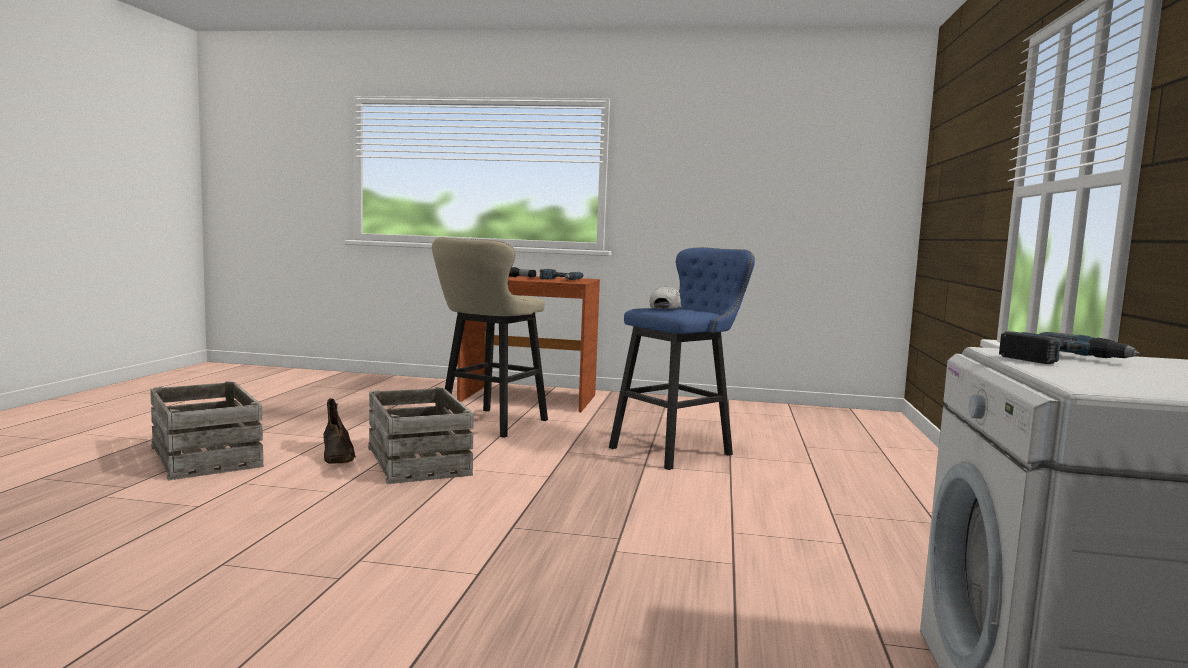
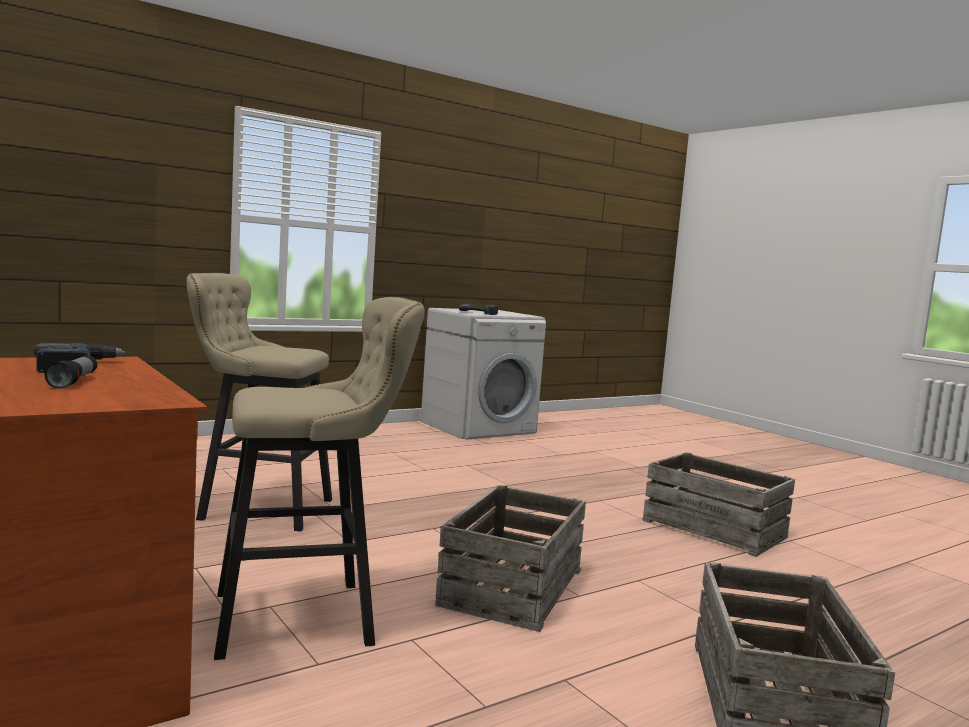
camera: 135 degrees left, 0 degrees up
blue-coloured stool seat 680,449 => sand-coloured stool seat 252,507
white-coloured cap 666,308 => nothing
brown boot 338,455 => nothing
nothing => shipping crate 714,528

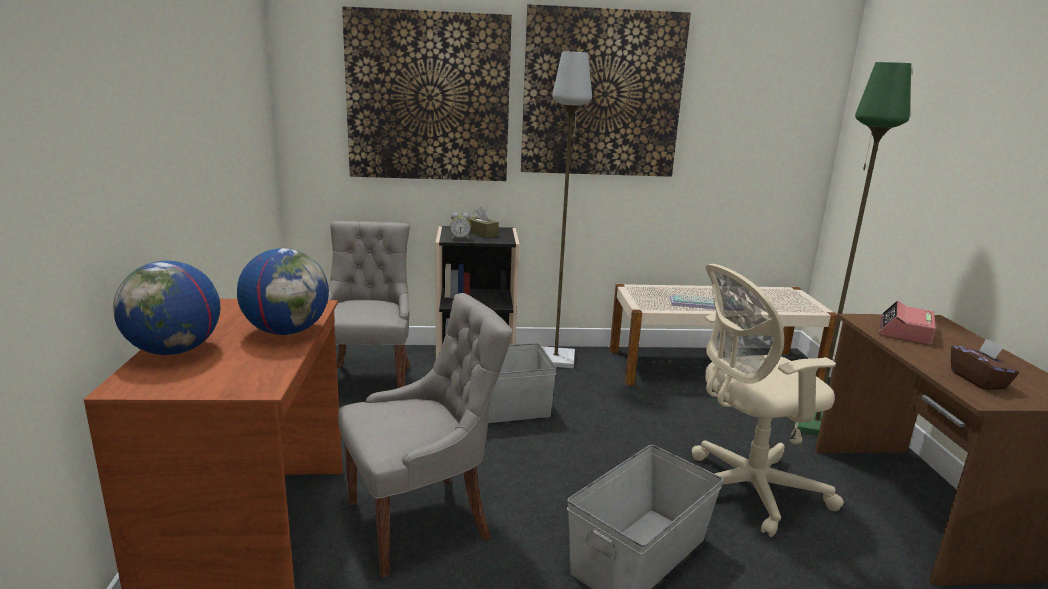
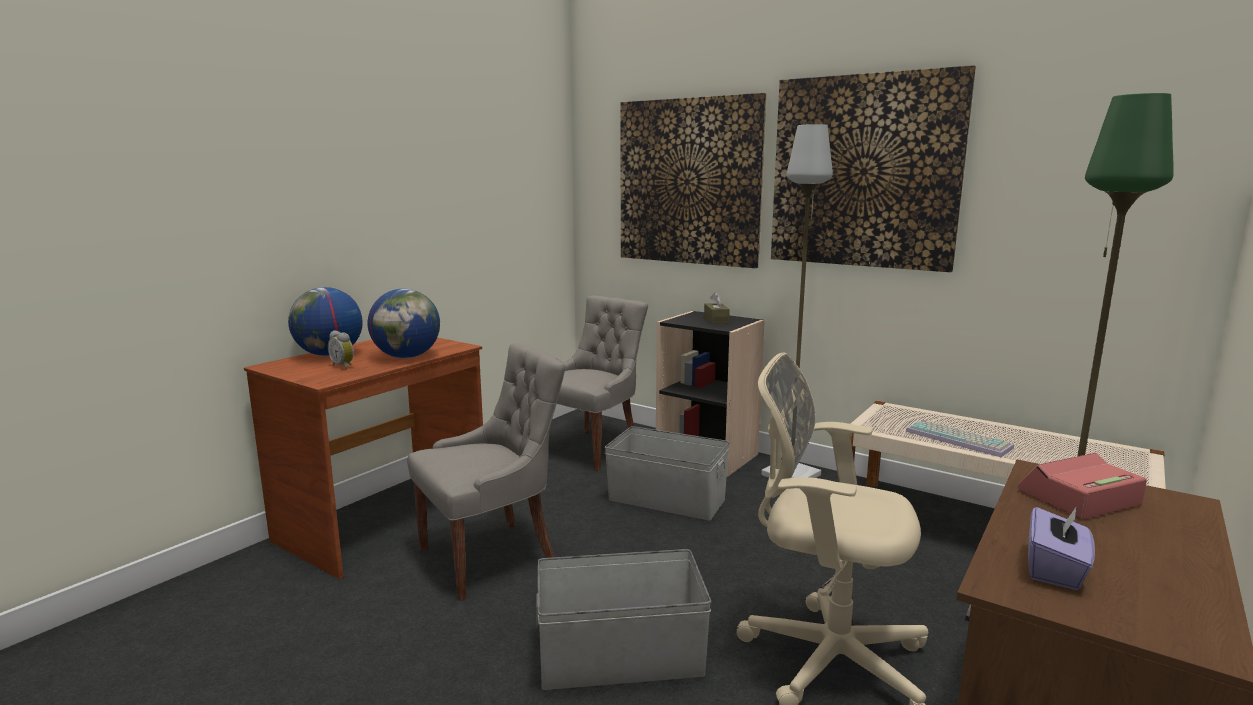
camera: 40 degrees right, 5 degrees down
bedside clock 460,238 => bedside clock 344,366, relocated
gray chair 422,520 => gray chair 492,556, 45 degrees counterclockwise
brown tissue box 978,380 => purple tissue box 1055,570

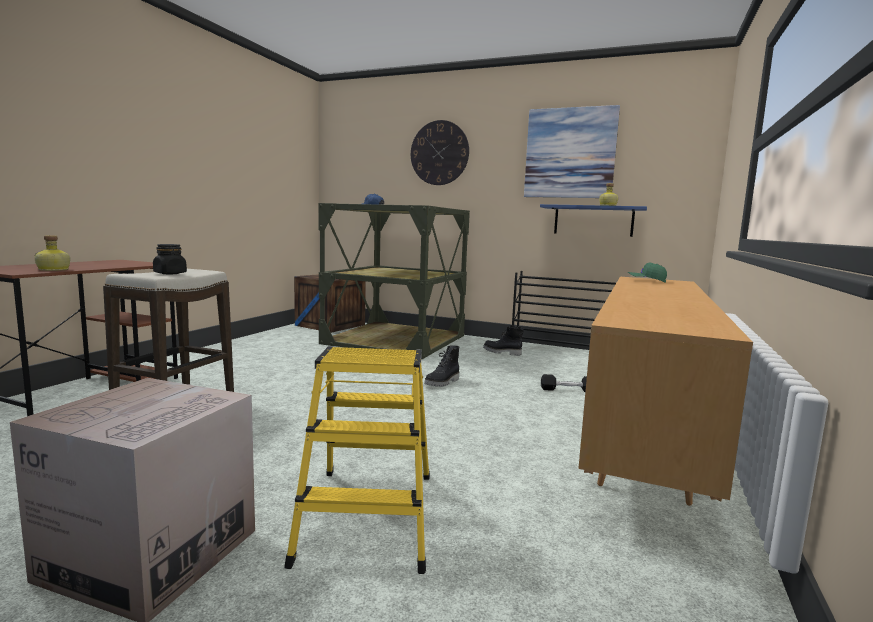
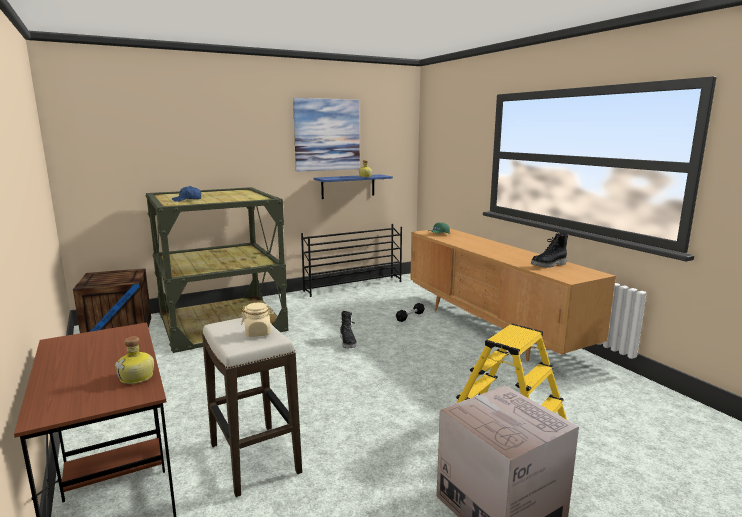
camera: 50 degrees left, 5 degrees up
clock on the wall 439,153 => nothing
black-coloured storage jar 170,273 => sand-coloured storage jar 258,333
black-coloured boot 501,352 => black-coloured boot 549,265, relocated

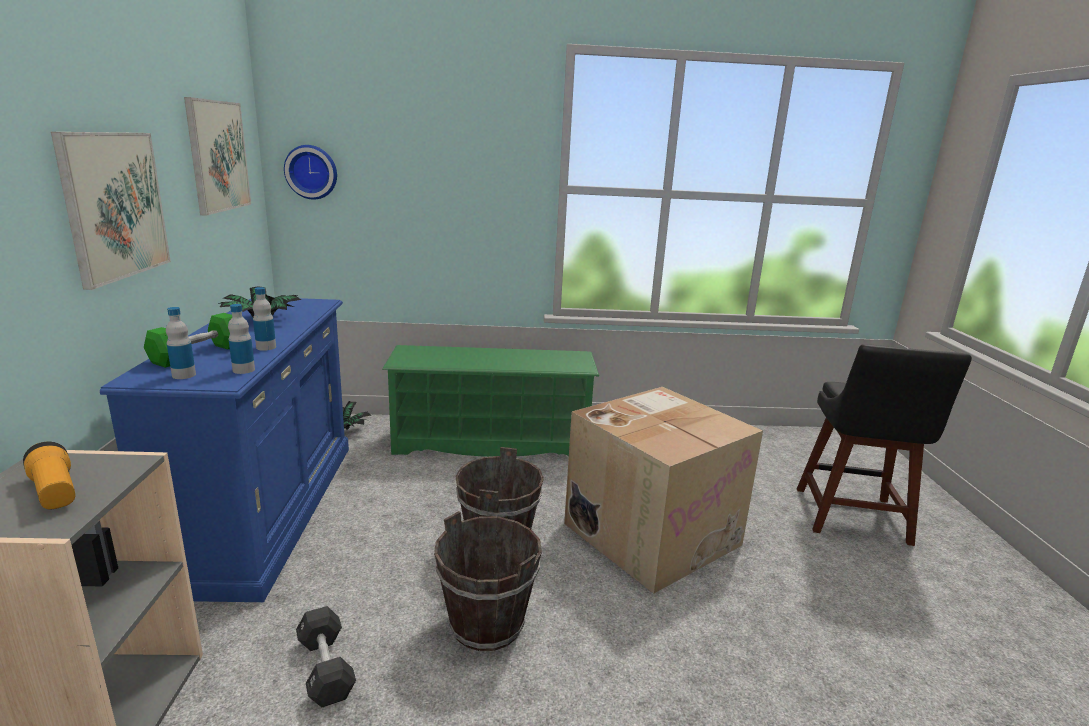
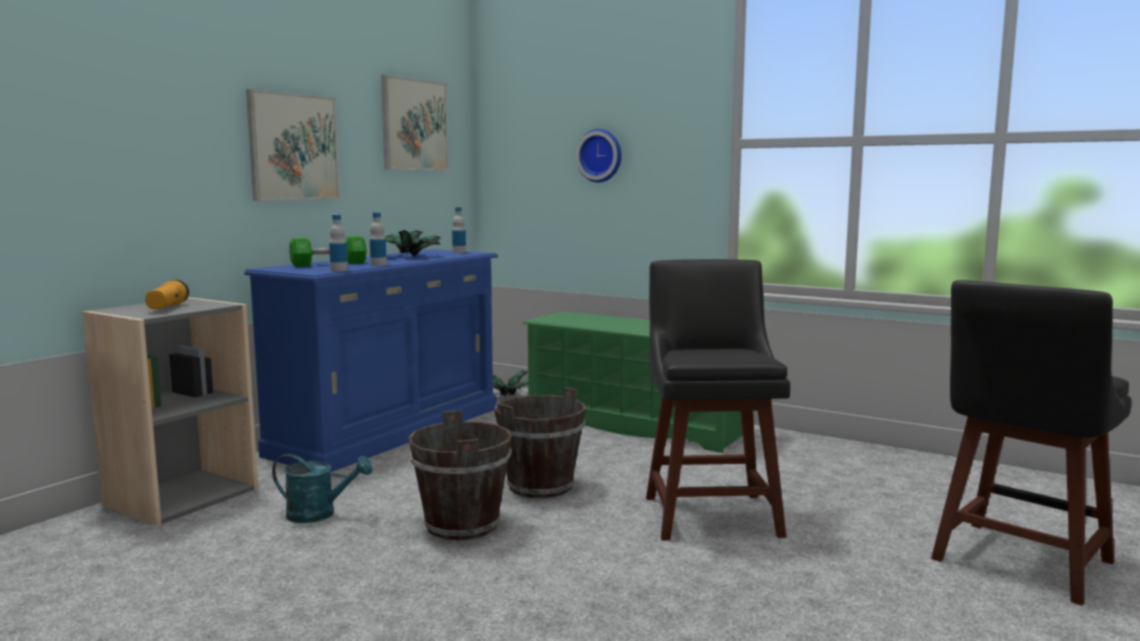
camera: 35 degrees right, 10 degrees down
clock on the wall 312,172 => clock on the wall 600,155, relocated
drink bottle 184,375 => drink bottle 459,252, relocated
carton 651,532 => black-coloured chair 710,513
black-coloured hand weight 326,668 => turquoise-coloured watering pot 319,514

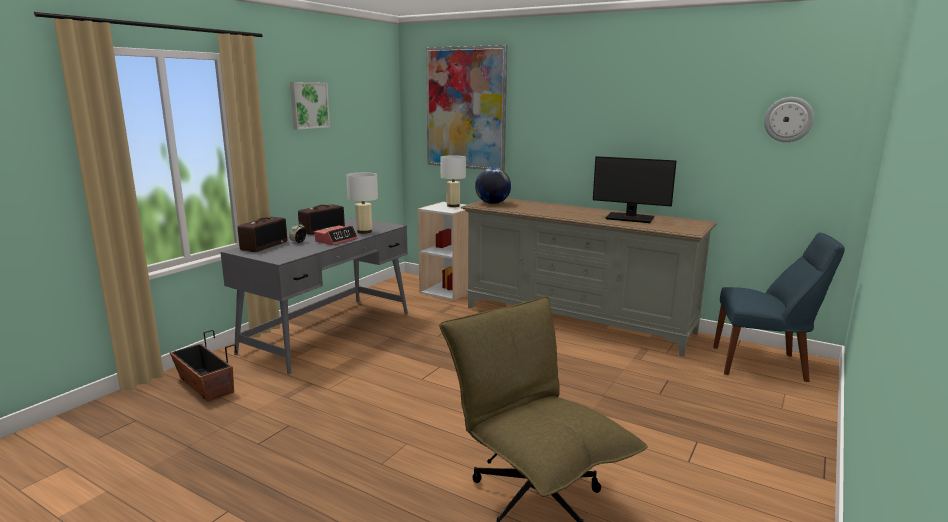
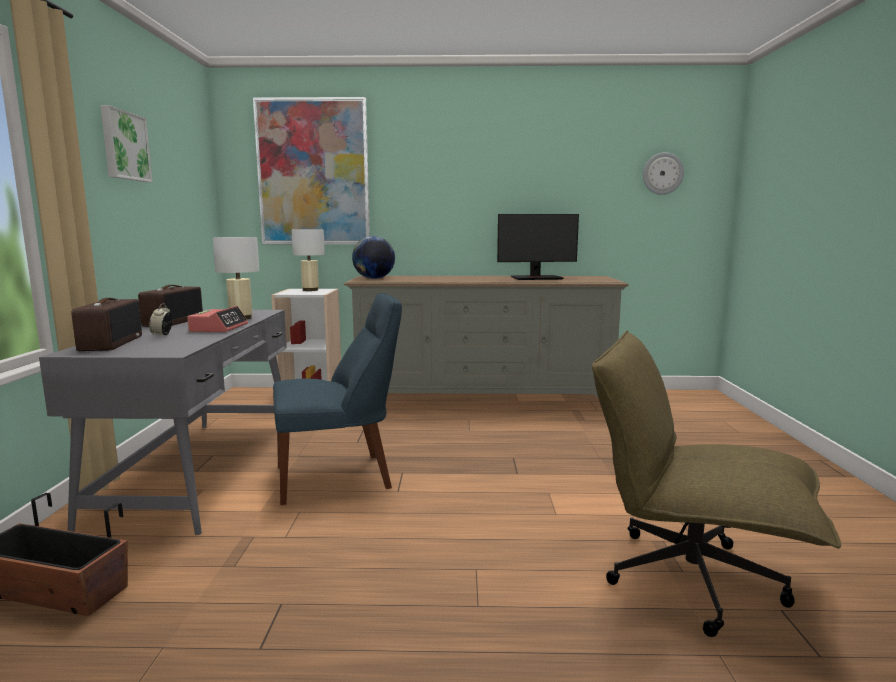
camera: 30 degrees left, 5 degrees down
blue-coloured chair 763,364 => blue-coloured chair 339,477, relocated

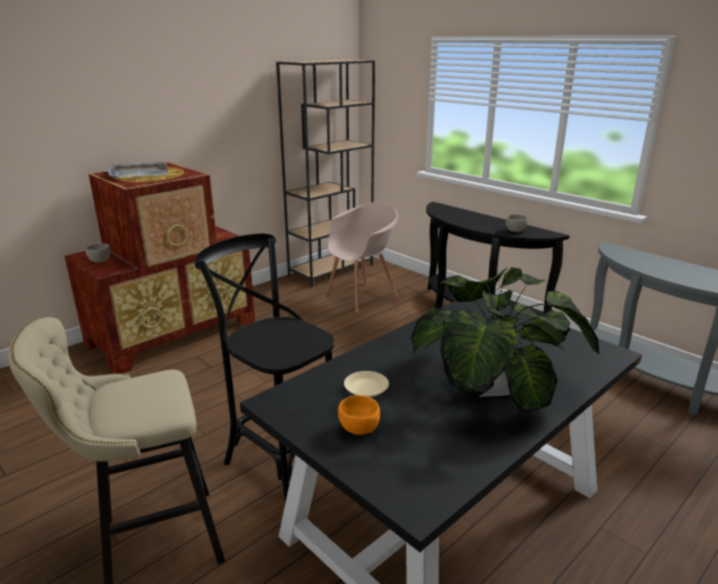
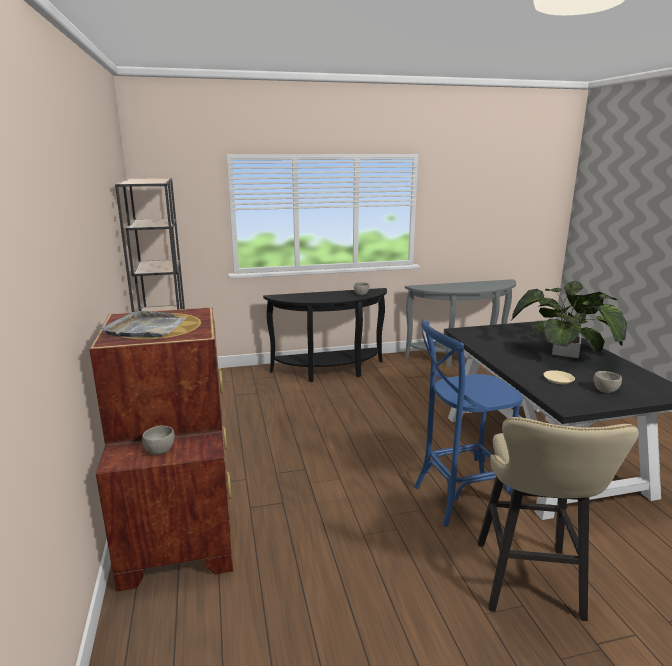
camera: 60 degrees left, 5 degrees down
sand-coloured chair 362,297 => nothing
black-coloured stool seat 281,462 => blue-coloured stool seat 459,498
orange serving bowl 359,429 => gray serving bowl 606,390

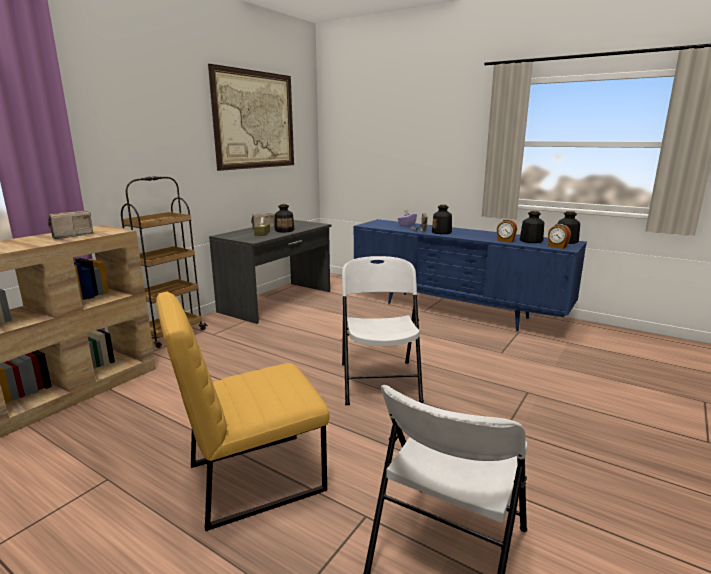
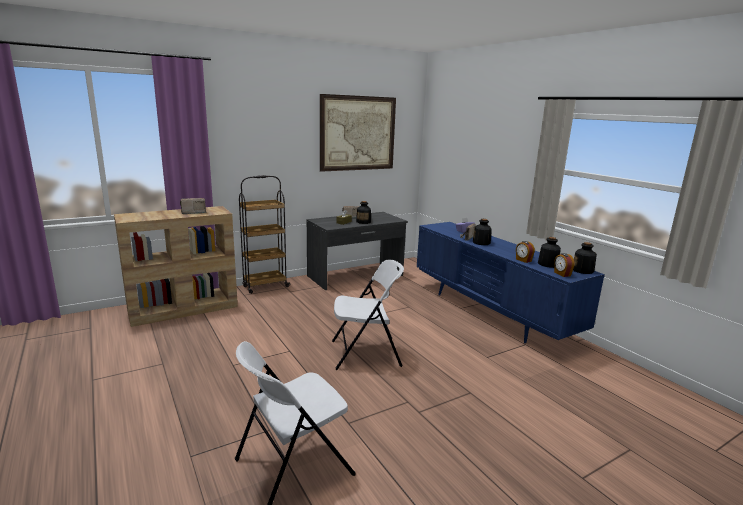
camera: 25 degrees right, 0 degrees up
white-coloured chair 380,382 => white-coloured chair 365,353, 60 degrees clockwise
yellow-coloured chair 251,478 => nothing

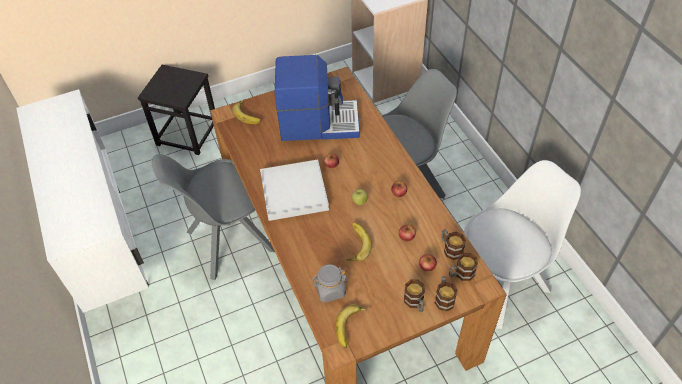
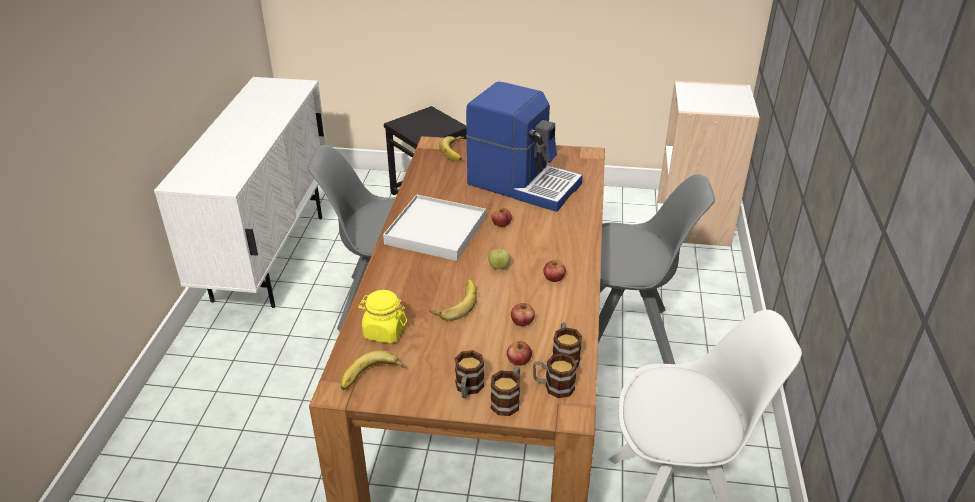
camera: 30 degrees right, 15 degrees down
gray storage jar 330,290 => yellow-coloured storage jar 384,331

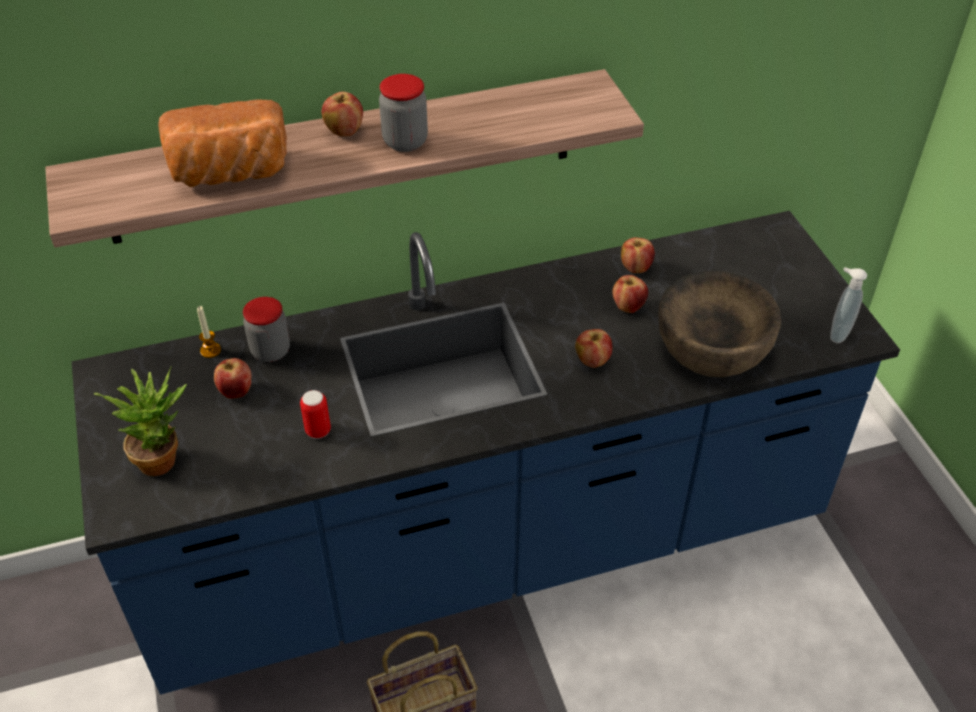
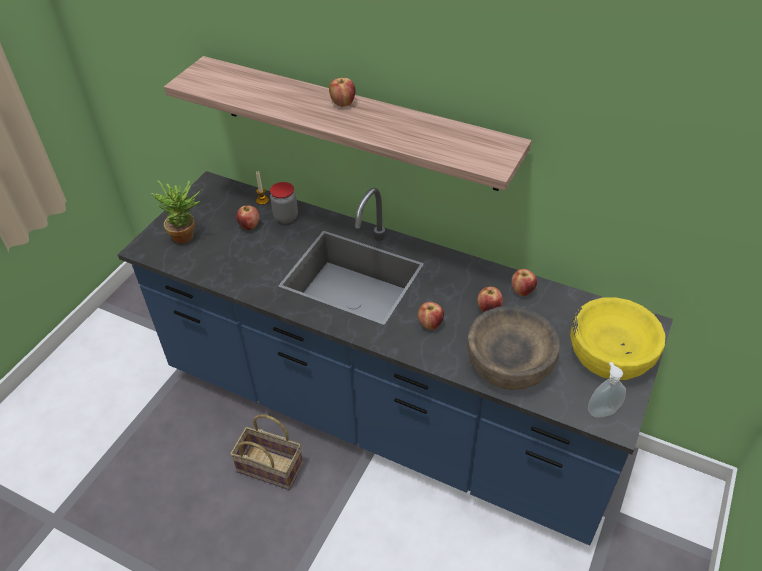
camera: 45 degrees right, 0 degrees up
storage jar 405,142 => nothing
baked bread 229,174 => nothing
sealed can 318,430 => nothing
nothing => yellow-coloured serving bowl 610,354

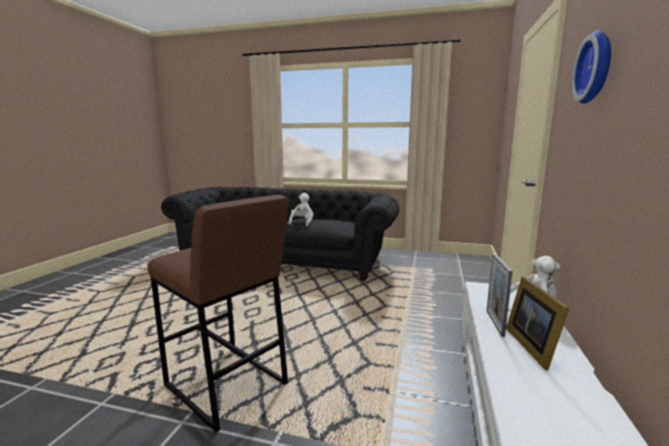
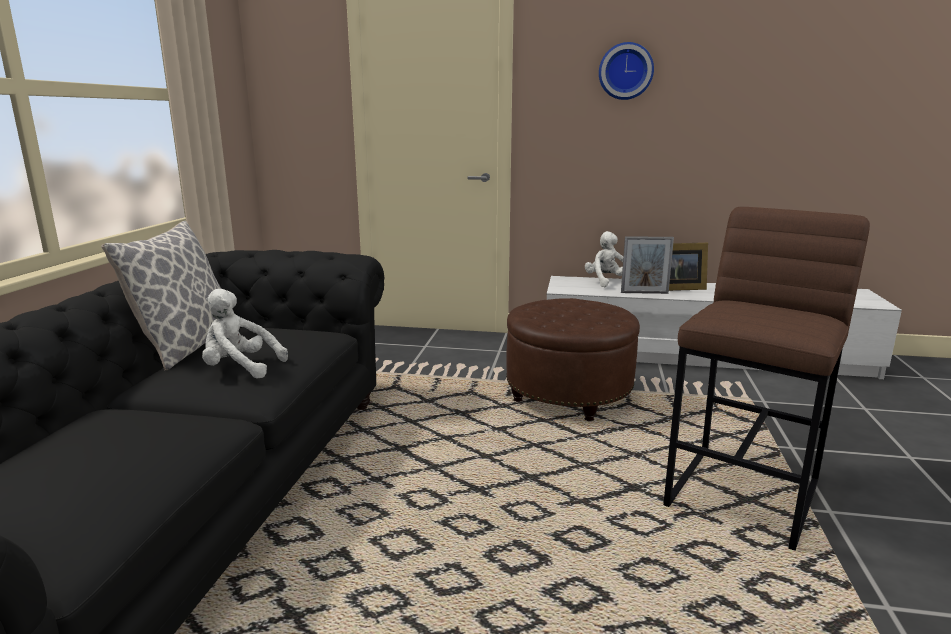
camera: 95 degrees left, 5 degrees up
nothing => cushion 187,346
nothing => brown footrest 568,396

